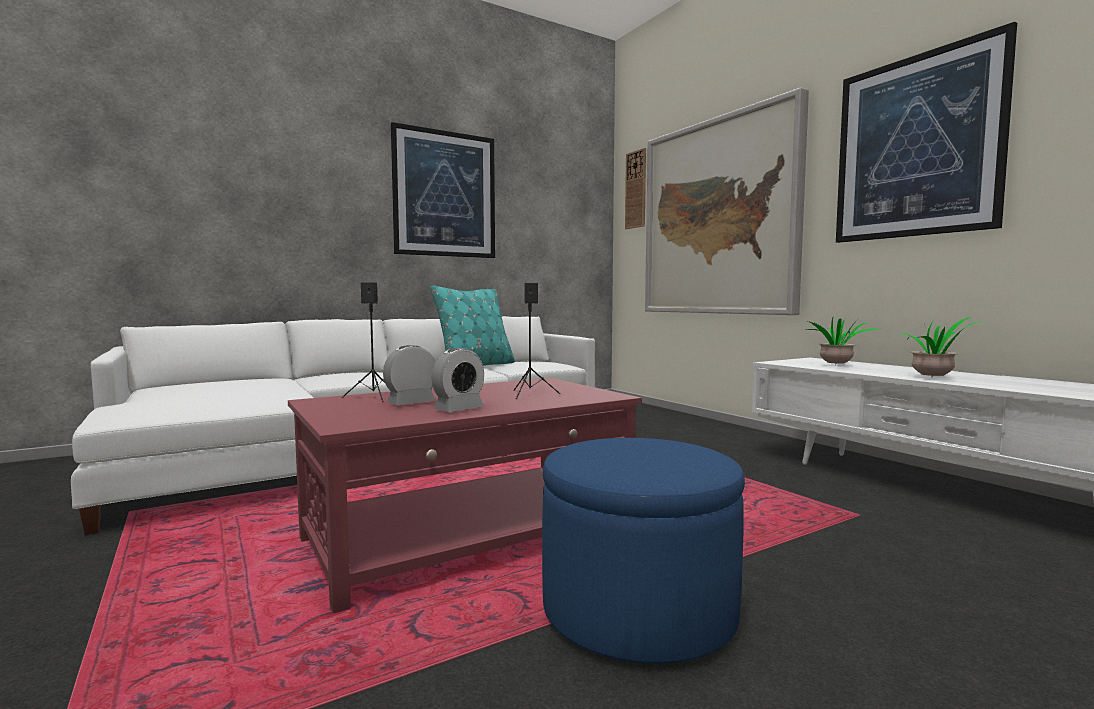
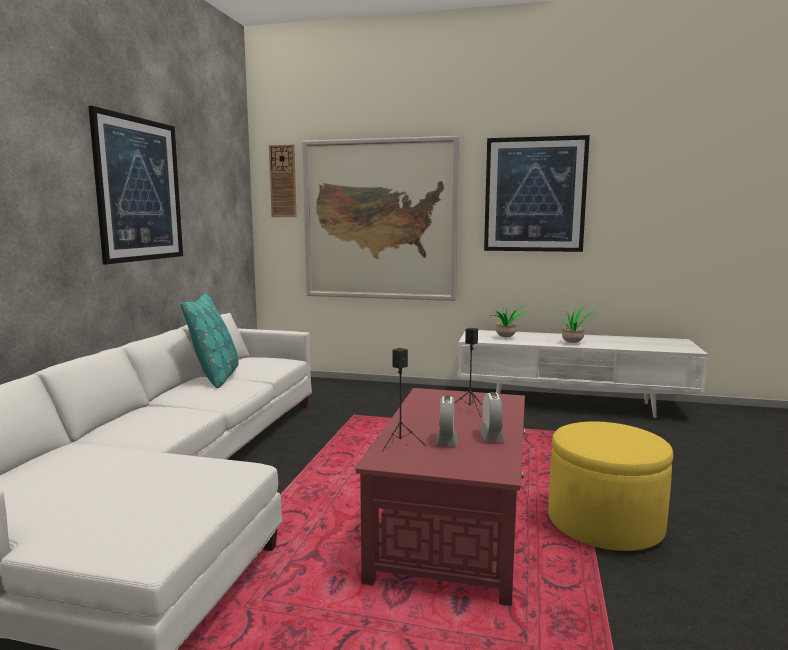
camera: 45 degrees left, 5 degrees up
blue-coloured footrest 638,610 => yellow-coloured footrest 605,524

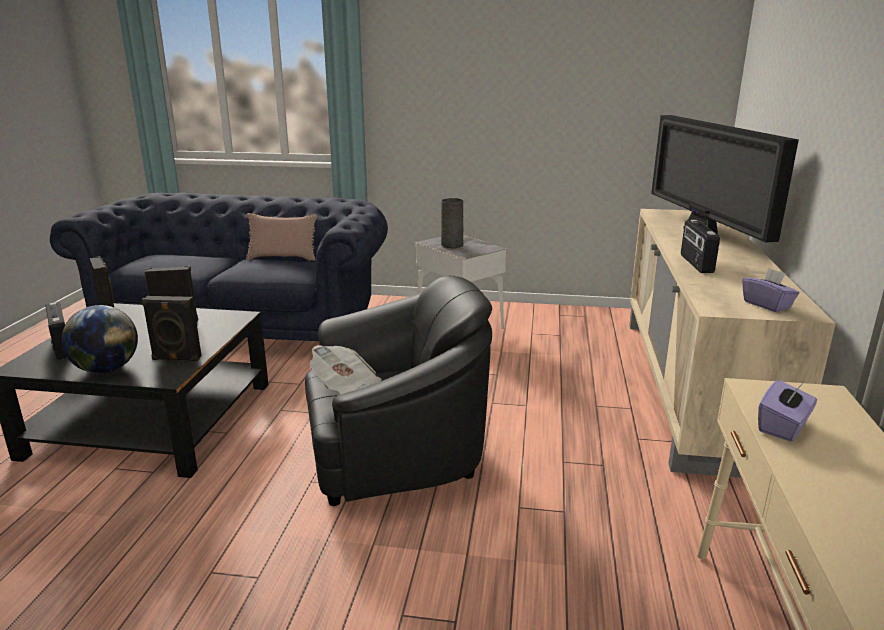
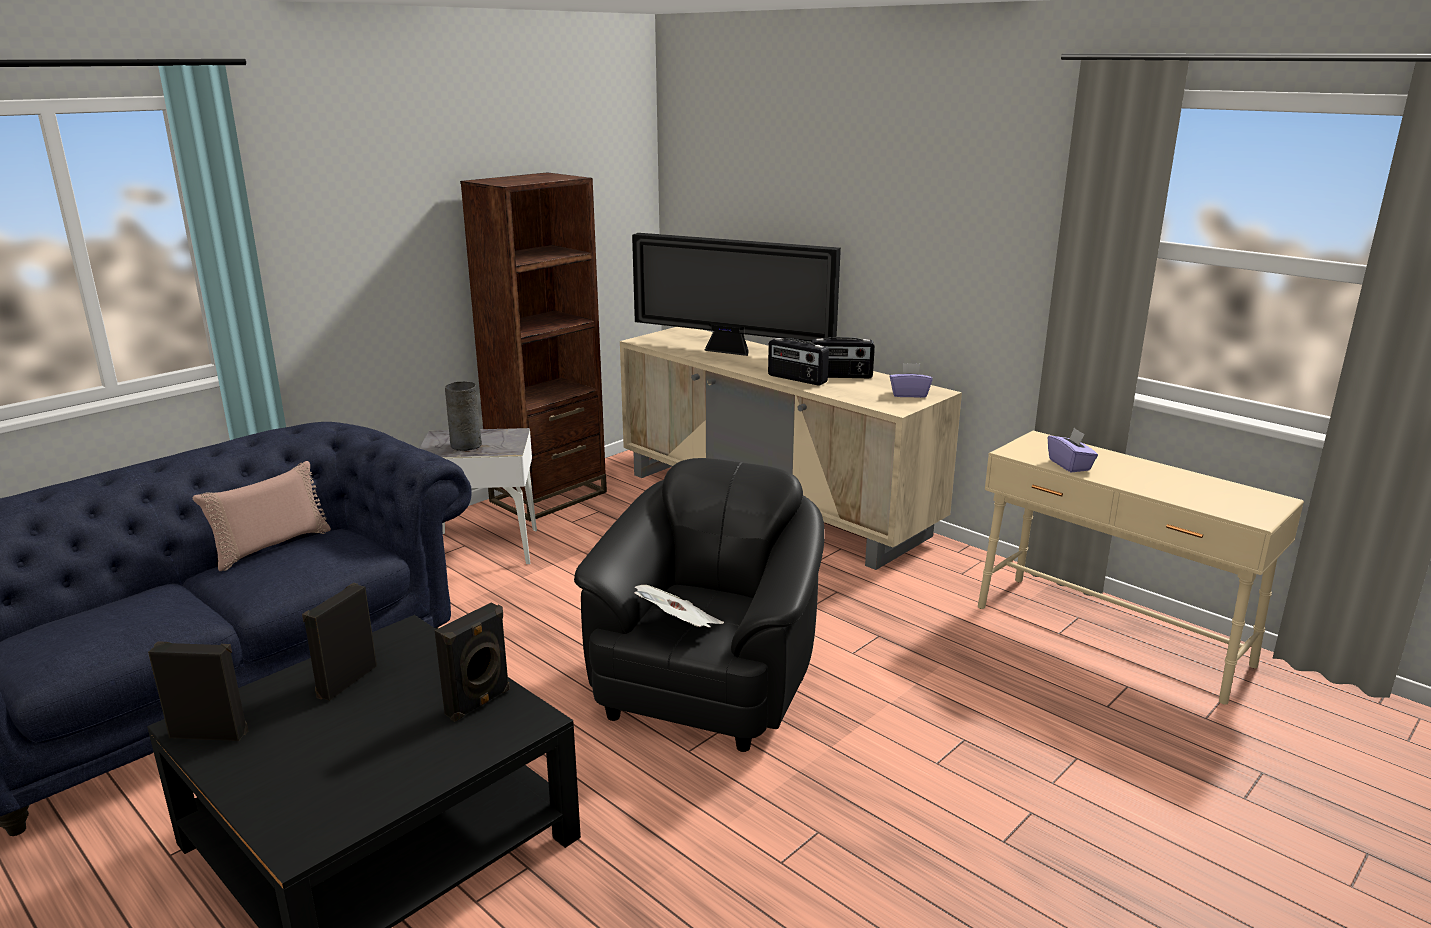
camera: 55 degrees left, 0 degrees up
radio 61,348 => radio 841,376, relocated
world globe 106,369 => nothing
nothing => brown shelving unit 549,497

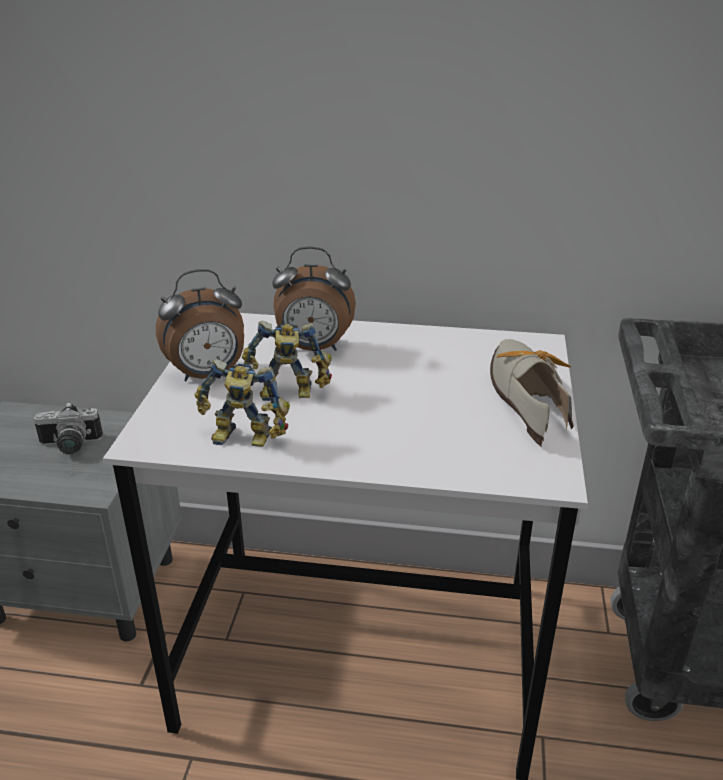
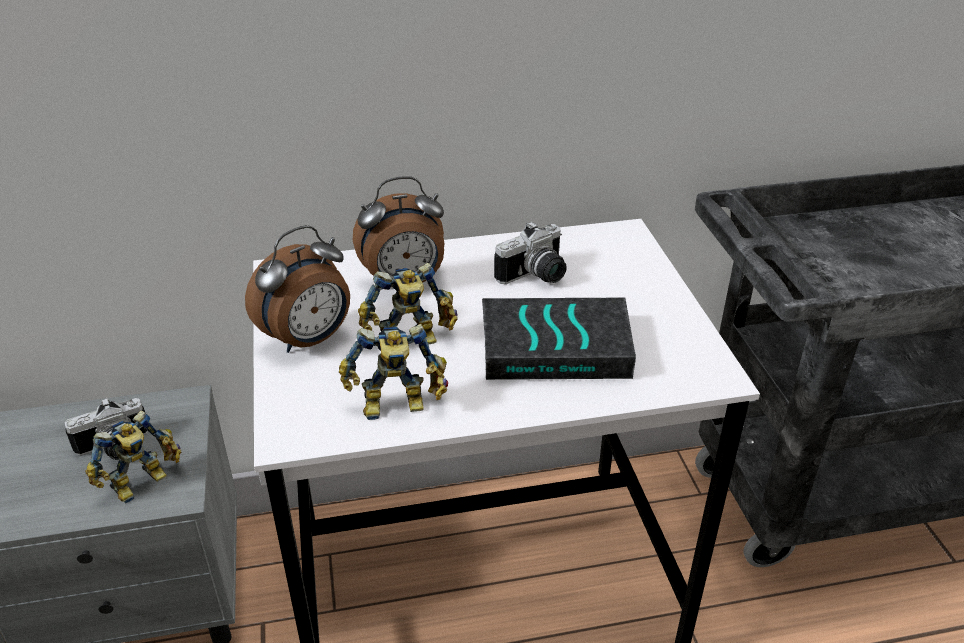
camera: 20 degrees left, 5 degrees up
item of footwear 526,396 => nothing
nothing => still camera 536,276
nothing => volume 557,346
nothing => model robot 143,483

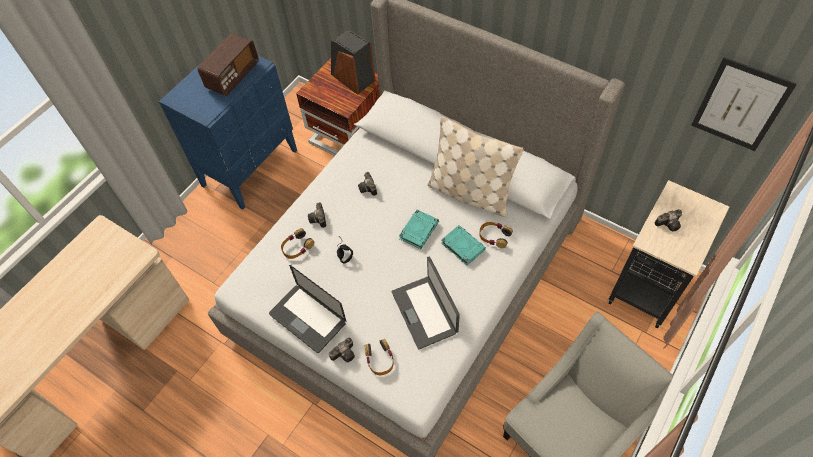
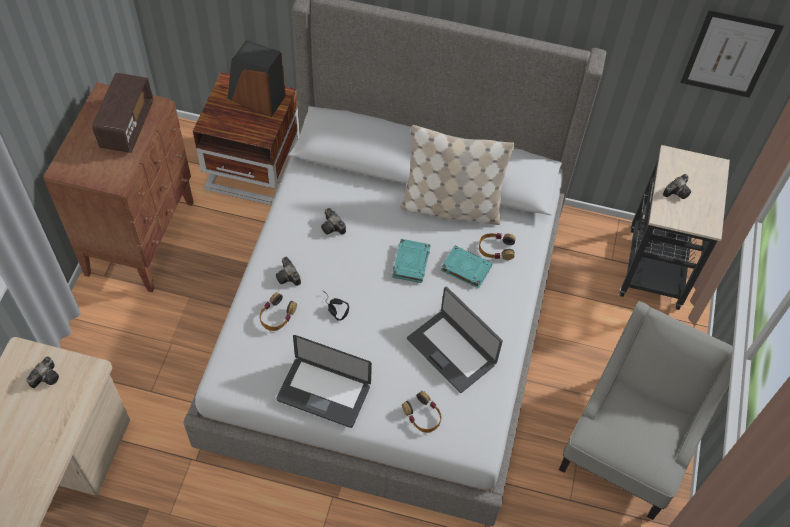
camera: 25 degrees left, 0 degrees up
blue-coloured drawer chest 252,168 => brown drawer chest 143,238
still camera 345,353 => still camera 47,376, relocated

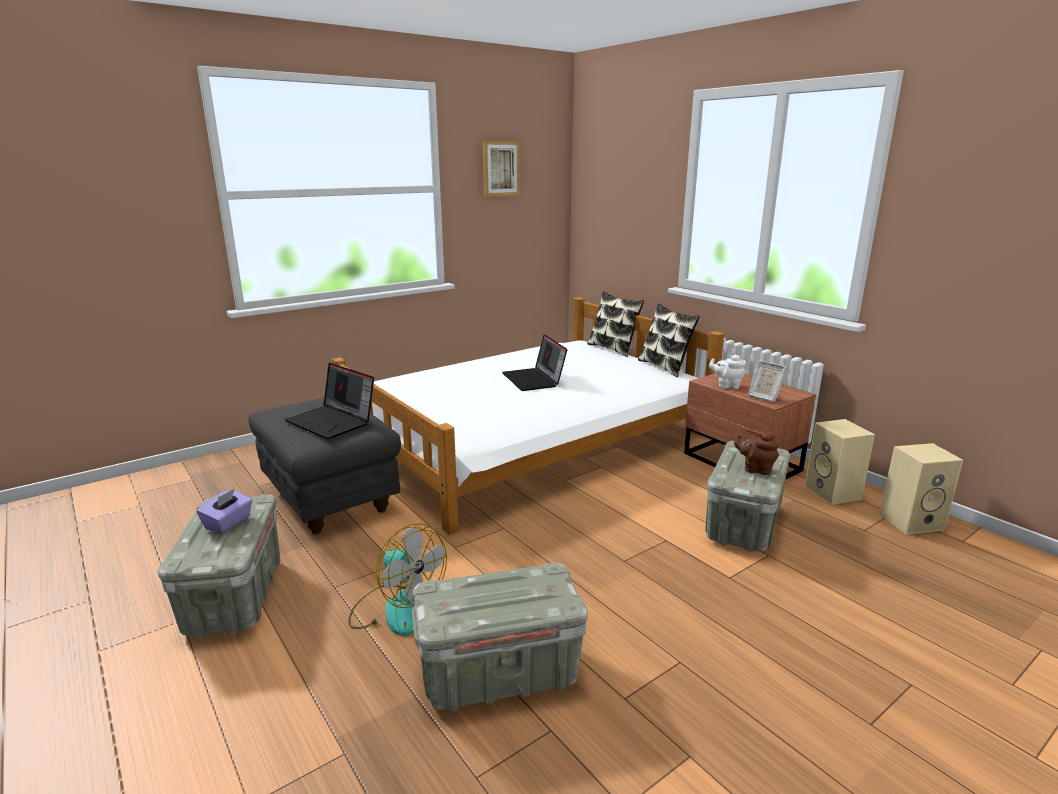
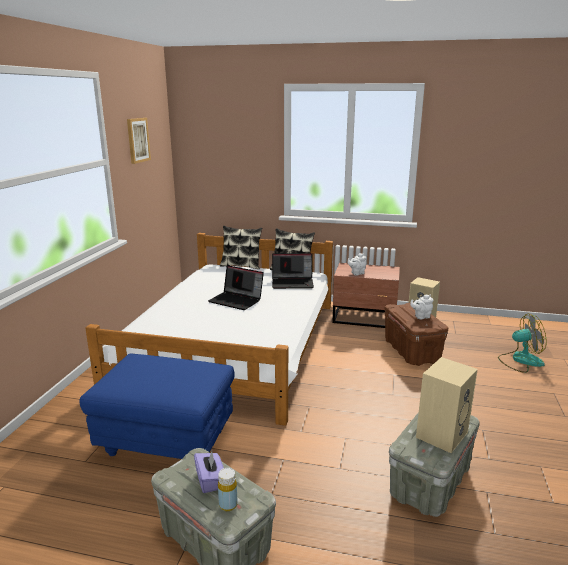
camera: 40 degrees left, 0 degrees up
photo frame 764,397 => nothing
notebook computer 333,421 => notebook computer 293,283, relocated
gray footrest 331,500 => blue-coloured footrest 168,442
brown teapot 755,469 => white-coloured teapot 421,316
gray storage container 742,524 => brown storage container 411,351
sand-coloured audio speaker 911,521 => sand-coloured audio speaker 441,434, relocated
electric fan 396,608 => electric fan 520,360, relocated
nothing => yellow-coloured drink bottle 228,505

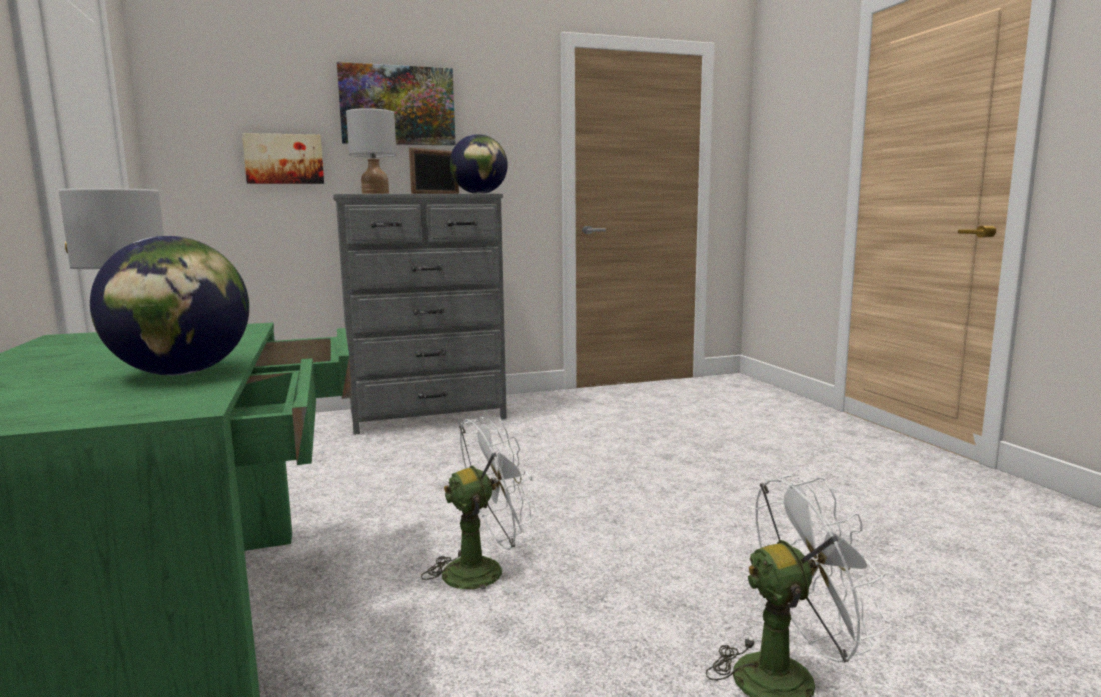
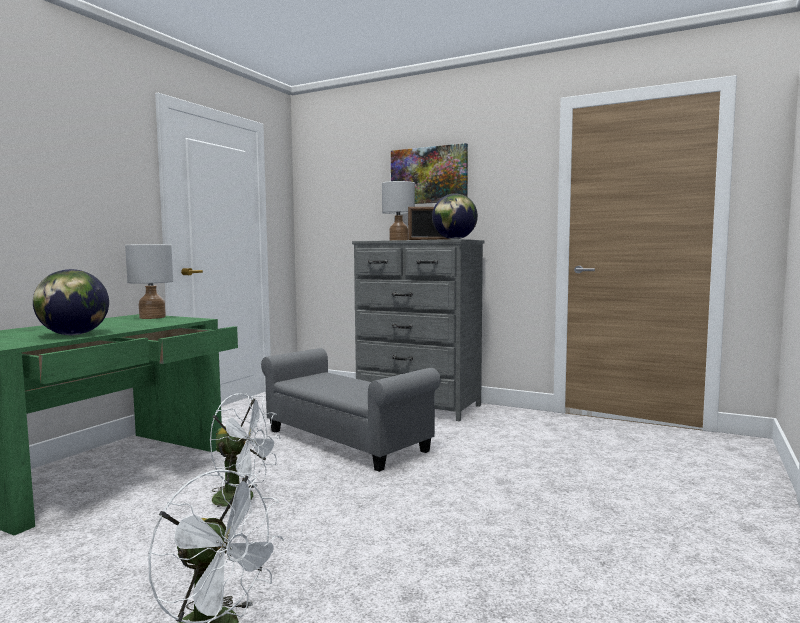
camera: 45 degrees right, 5 degrees down
wall picture 284,159 => nothing
nothing => gray footrest 345,440

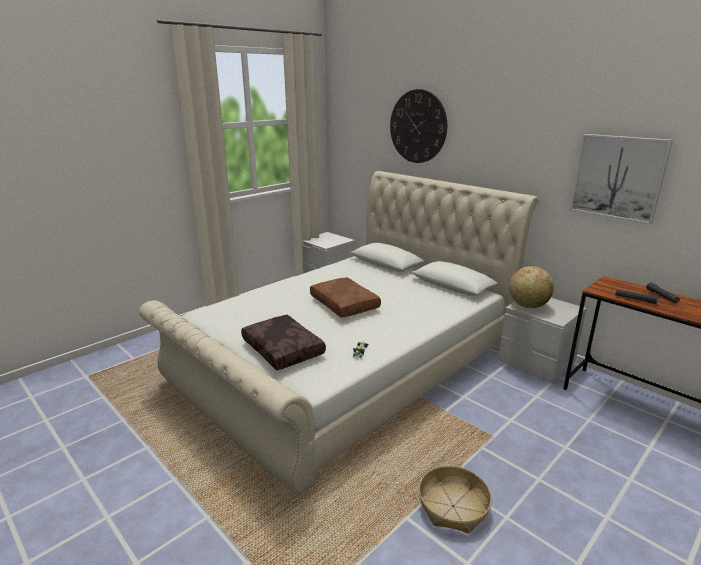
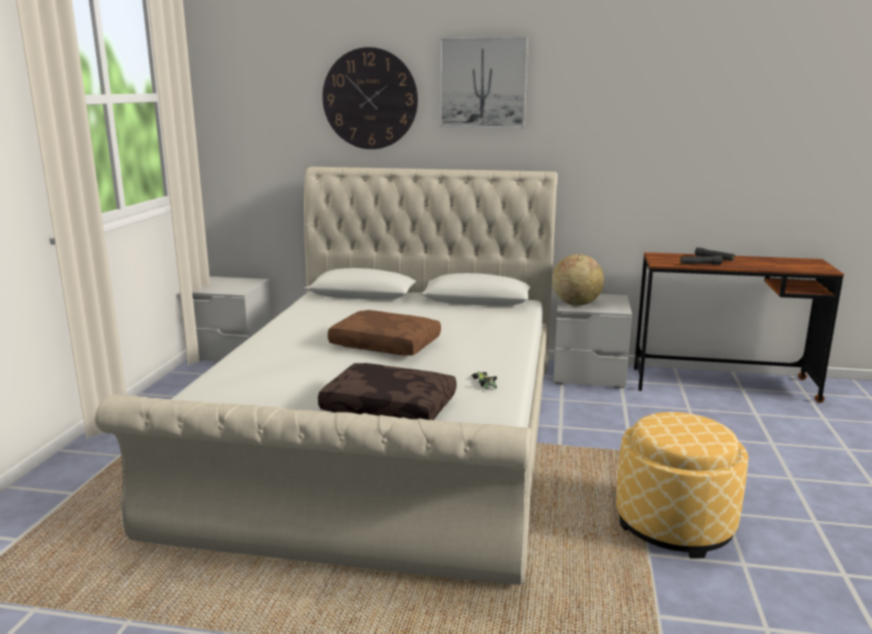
camera: 35 degrees left, 5 degrees down
wall picture 618,177 => wall picture 483,83, relocated
household basket 453,506 => footrest 674,524

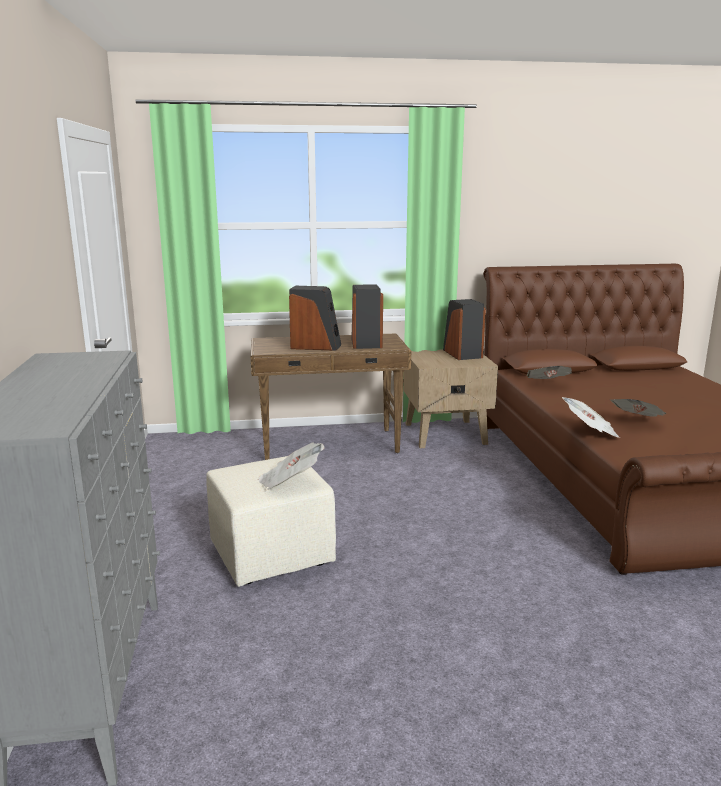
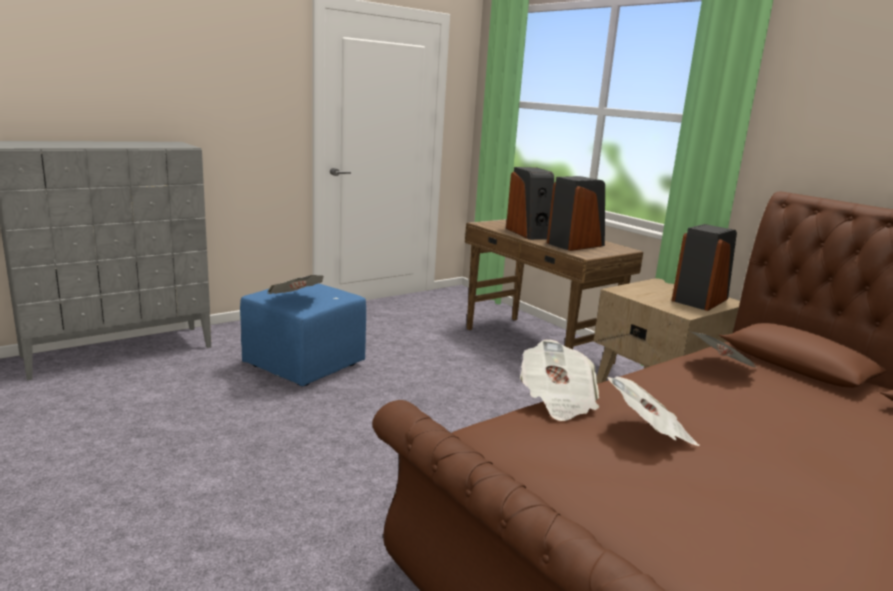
camera: 60 degrees right, 0 degrees up
sand-coloured footrest 272,554 => blue-coloured footrest 306,365

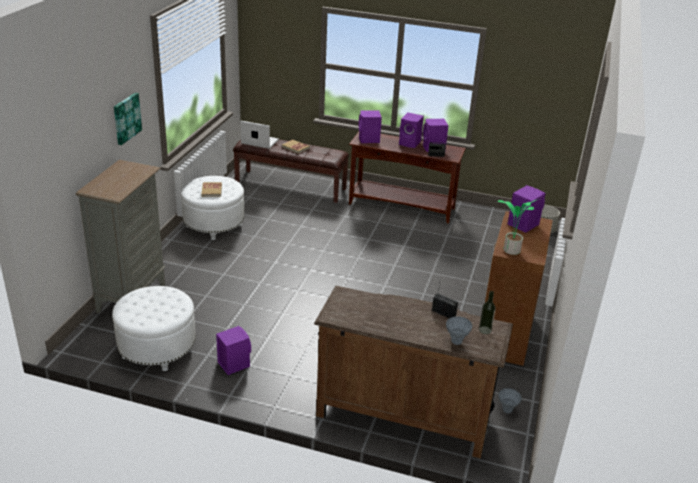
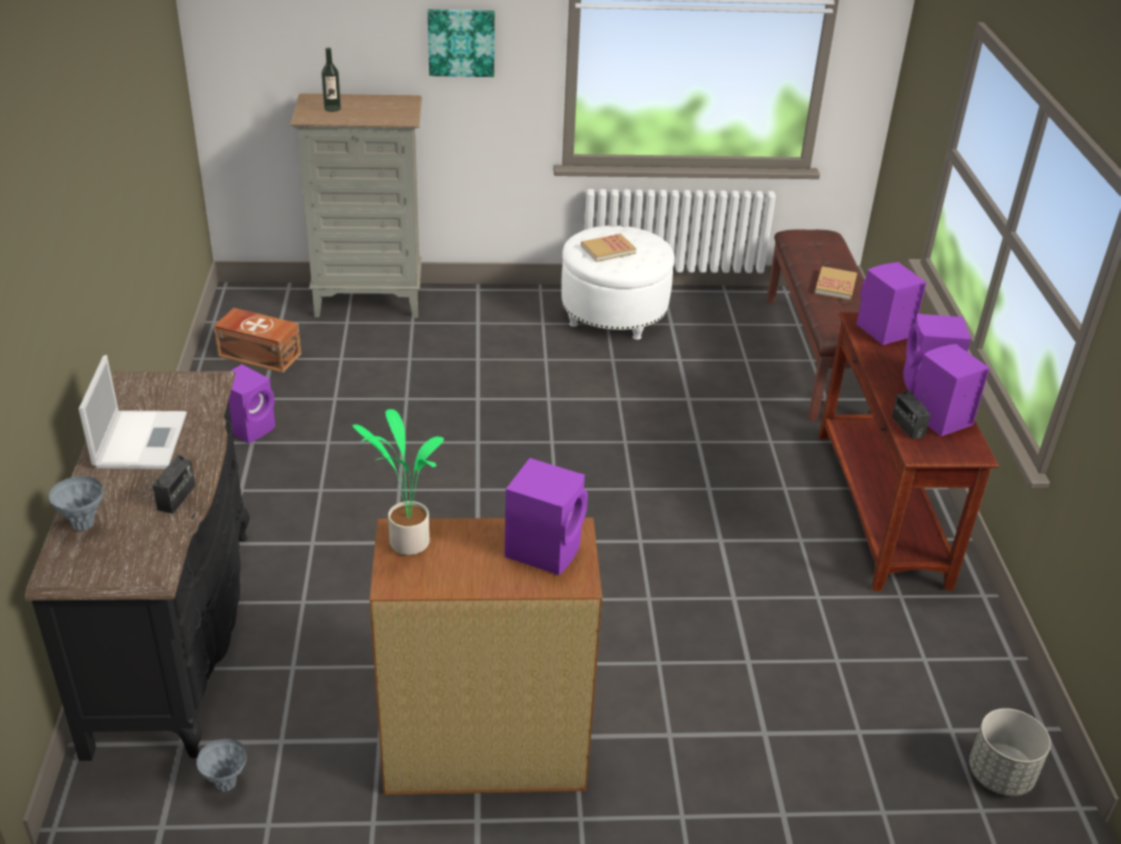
camera: 70 degrees right, 5 degrees up
notebook computer 259,142 => notebook computer 140,439, relocated
white-coloured footrest 157,349 => brown storage container 259,354
drink bottle 485,330 => drink bottle 332,108, relocated

